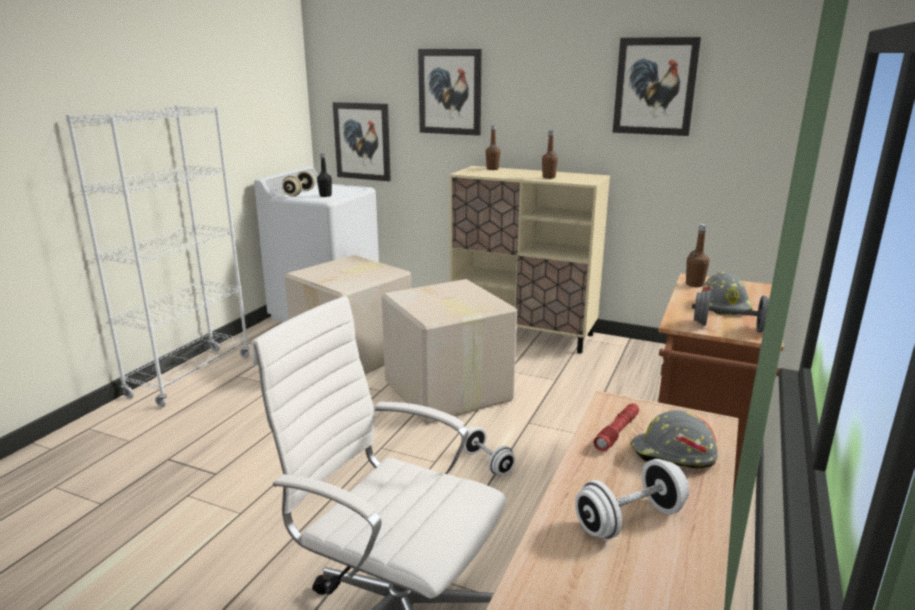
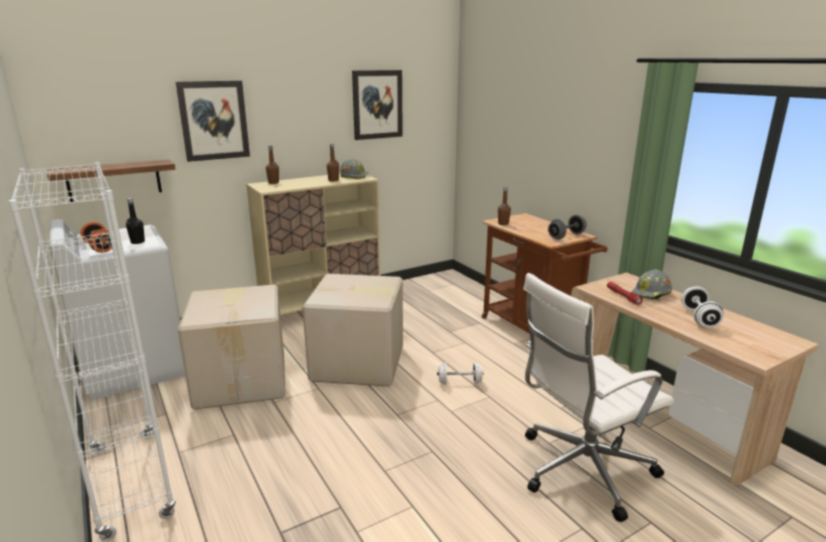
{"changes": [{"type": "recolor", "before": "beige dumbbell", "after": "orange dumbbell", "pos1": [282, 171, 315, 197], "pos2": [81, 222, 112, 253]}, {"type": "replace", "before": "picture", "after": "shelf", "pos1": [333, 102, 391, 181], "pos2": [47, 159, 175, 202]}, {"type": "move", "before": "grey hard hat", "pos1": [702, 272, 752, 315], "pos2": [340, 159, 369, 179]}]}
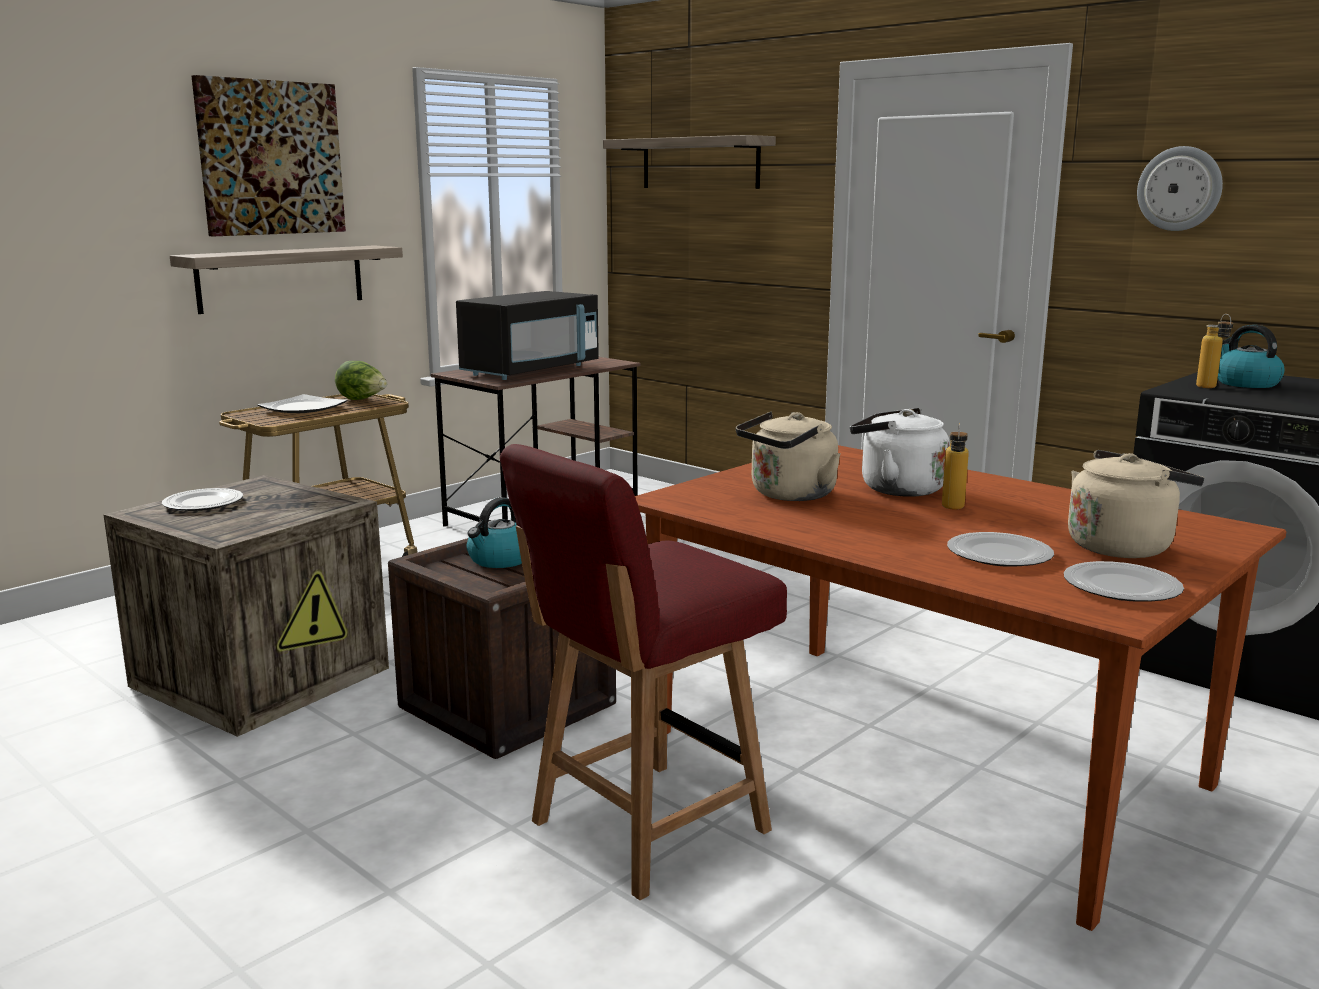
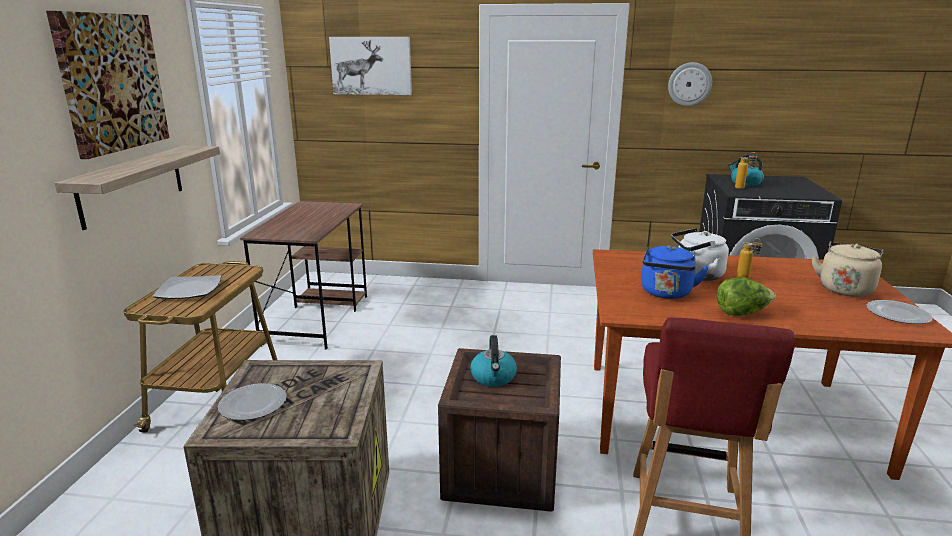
{"changes": [{"type": "move", "before": "lettuce", "pos1": [335, 361, 387, 400], "pos2": [717, 277, 776, 316]}, {"type": "delete", "before": "black microwave", "pos1": [456, 291, 599, 380]}, {"type": "replace", "before": "shelf", "after": "picture", "pos1": [603, 135, 776, 189], "pos2": [329, 37, 412, 95]}, {"type": "recolor", "before": "beige kettle", "after": "blue kettle", "pos1": [736, 412, 841, 501], "pos2": [641, 245, 709, 299]}, {"type": "delete", "before": "plate", "pos1": [947, 532, 1054, 567]}]}
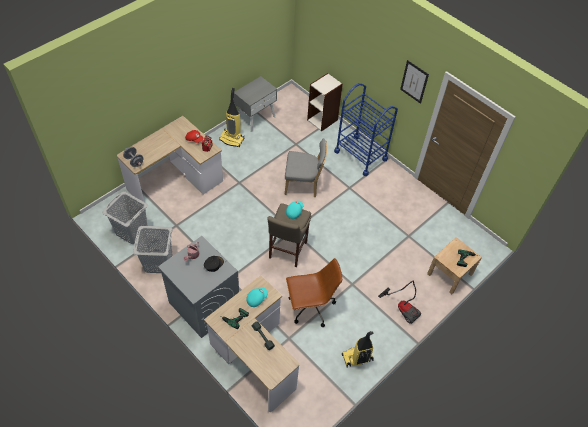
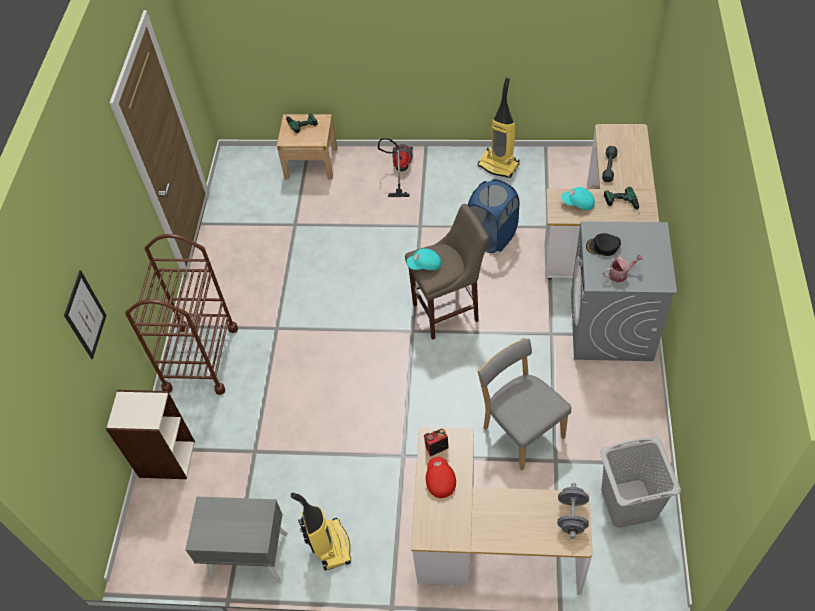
{"changes": [{"type": "delete", "before": "grey laundry basket", "pos1": [133, 226, 173, 273]}, {"type": "move", "before": "grey chair", "pos1": [285, 138, 327, 197], "pos2": [478, 338, 571, 470]}, {"type": "replace", "before": "brown office chair", "after": "blue laundry basket", "pos1": [286, 258, 342, 327], "pos2": [468, 179, 519, 253]}, {"type": "recolor", "before": "blue cart", "after": "brown cart", "pos1": [334, 83, 398, 176], "pos2": [125, 234, 238, 395]}, {"type": "move", "before": "picture", "pos1": [400, 60, 429, 104], "pos2": [64, 270, 107, 359]}]}
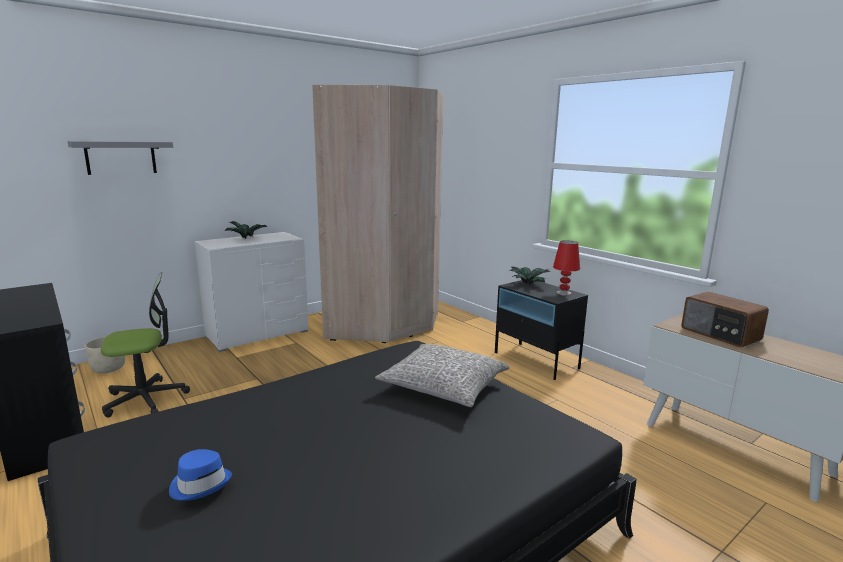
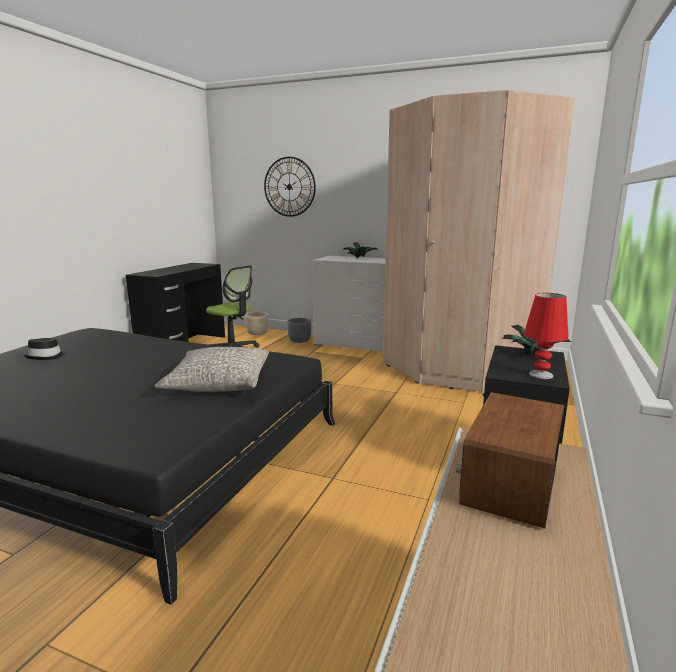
{"changes": [{"type": "replace", "before": "grey shelf", "after": "wall clock", "pos1": [68, 141, 173, 175], "pos2": [264, 157, 316, 217]}, {"type": "recolor", "before": "blue hat", "after": "black hat", "pos1": [169, 449, 232, 501], "pos2": [23, 338, 67, 360]}, {"type": "insert", "after": "grey planter", "pos2": [287, 318, 311, 343]}]}
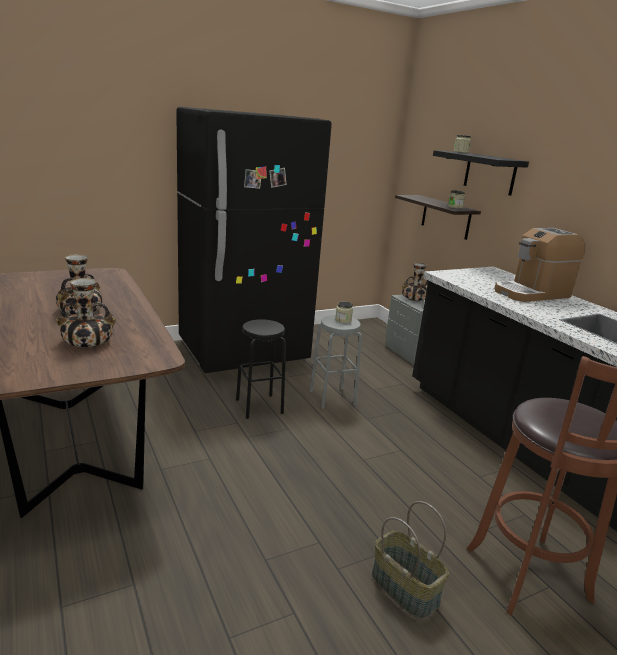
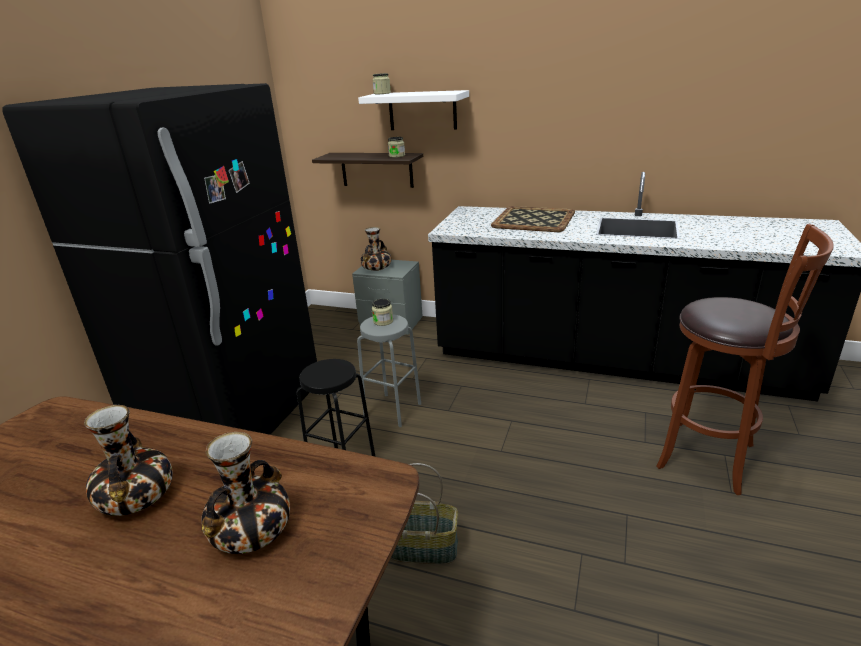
{"changes": [{"type": "move", "before": "basket", "pos1": [372, 501, 449, 619], "pos2": [391, 463, 458, 564]}, {"type": "recolor", "before": "black shelf", "after": "white shelf", "pos1": [433, 150, 529, 196], "pos2": [358, 90, 469, 130]}, {"type": "replace", "before": "coffee machine", "after": "tray", "pos1": [494, 228, 585, 302], "pos2": [491, 206, 575, 232]}]}
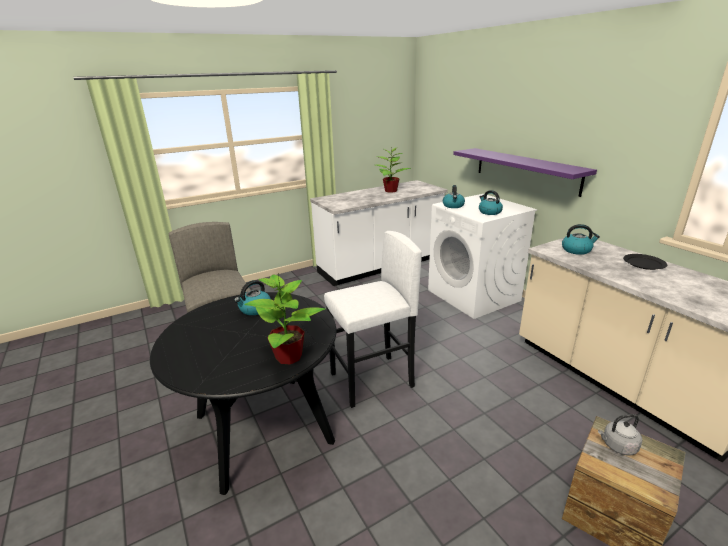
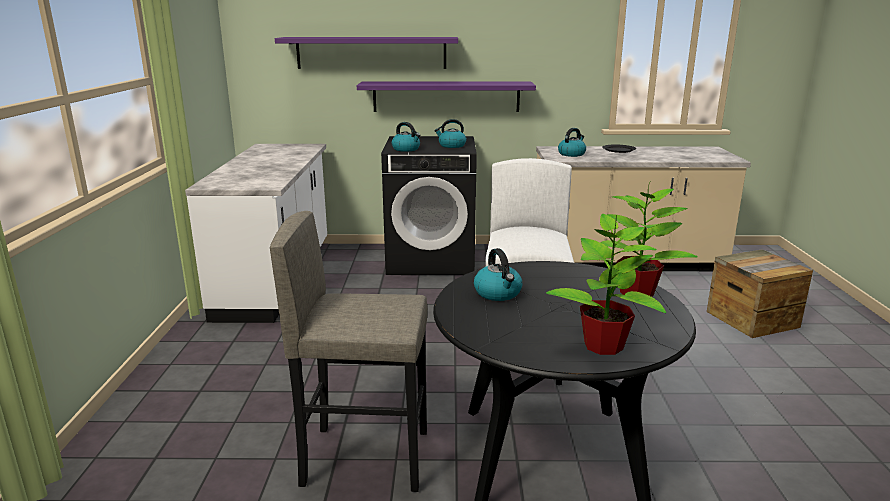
{"changes": [{"type": "move", "before": "potted plant", "pos1": [376, 147, 411, 193], "pos2": [546, 214, 666, 355]}, {"type": "recolor", "before": "white washing machine", "after": "black washing machine", "pos1": [428, 194, 537, 319], "pos2": [381, 136, 477, 275]}, {"type": "delete", "before": "grey kettle", "pos1": [598, 414, 642, 455]}, {"type": "insert", "after": "purple shelf", "pos2": [275, 37, 458, 69]}]}
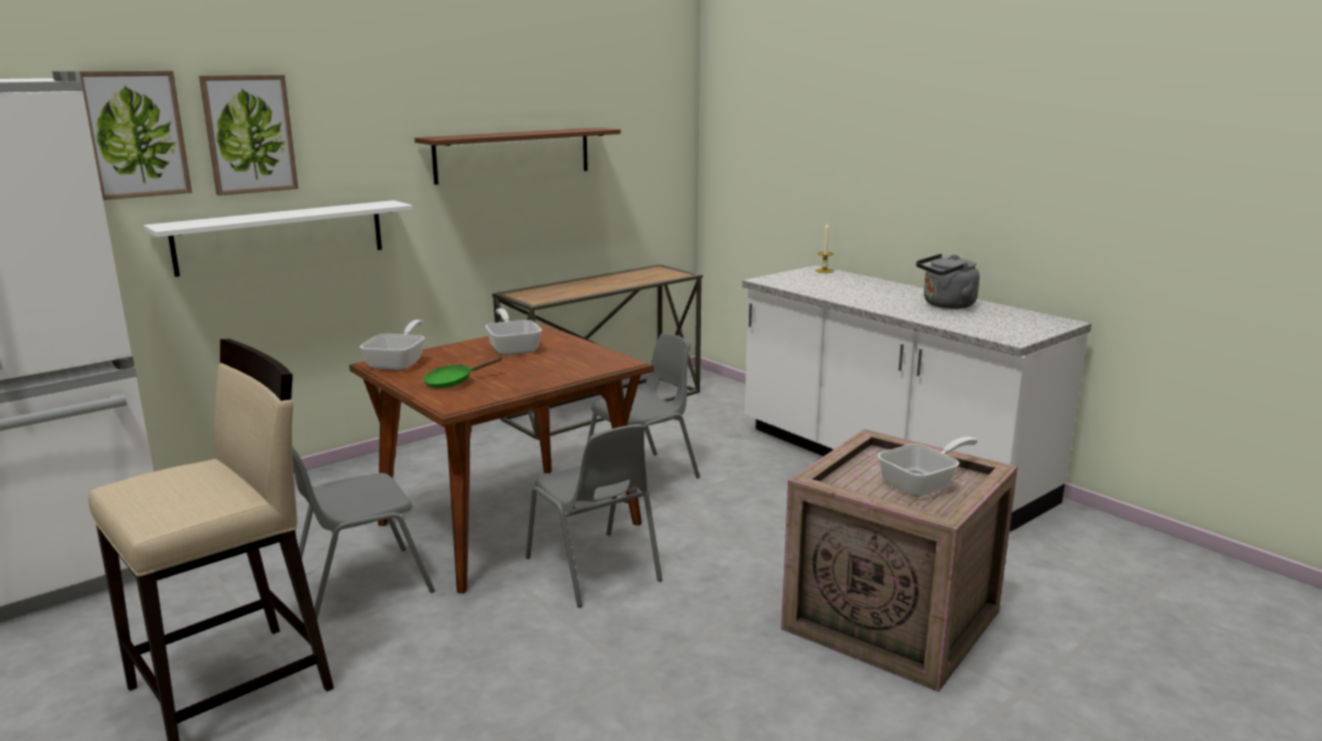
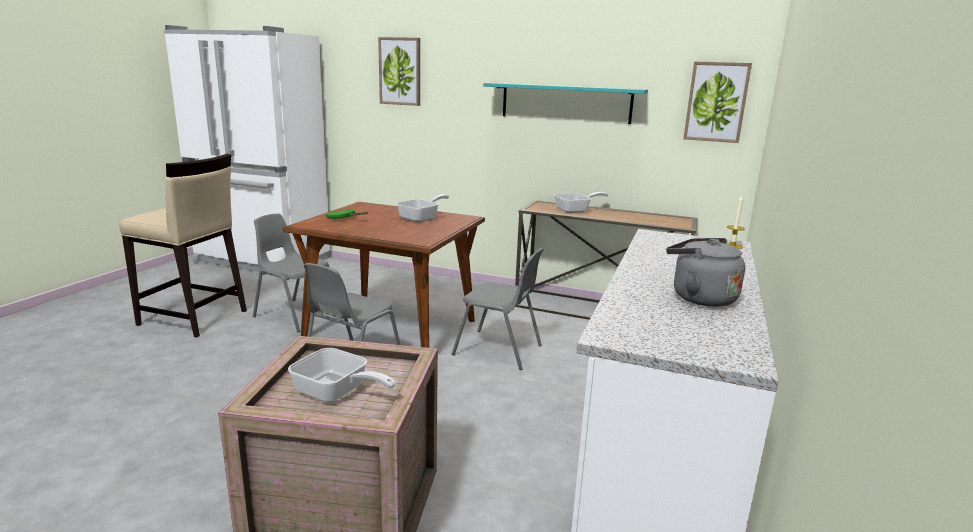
{"changes": [{"type": "move", "before": "picture", "pos1": [77, 71, 192, 200], "pos2": [683, 62, 752, 143]}, {"type": "delete", "before": "white shelf", "pos1": [143, 200, 413, 277]}, {"type": "move", "before": "frying pan", "pos1": [360, 320, 425, 370], "pos2": [554, 192, 609, 213]}, {"type": "recolor", "before": "brown shelf", "after": "turquoise shelf", "pos1": [415, 127, 621, 185], "pos2": [483, 83, 648, 124]}]}
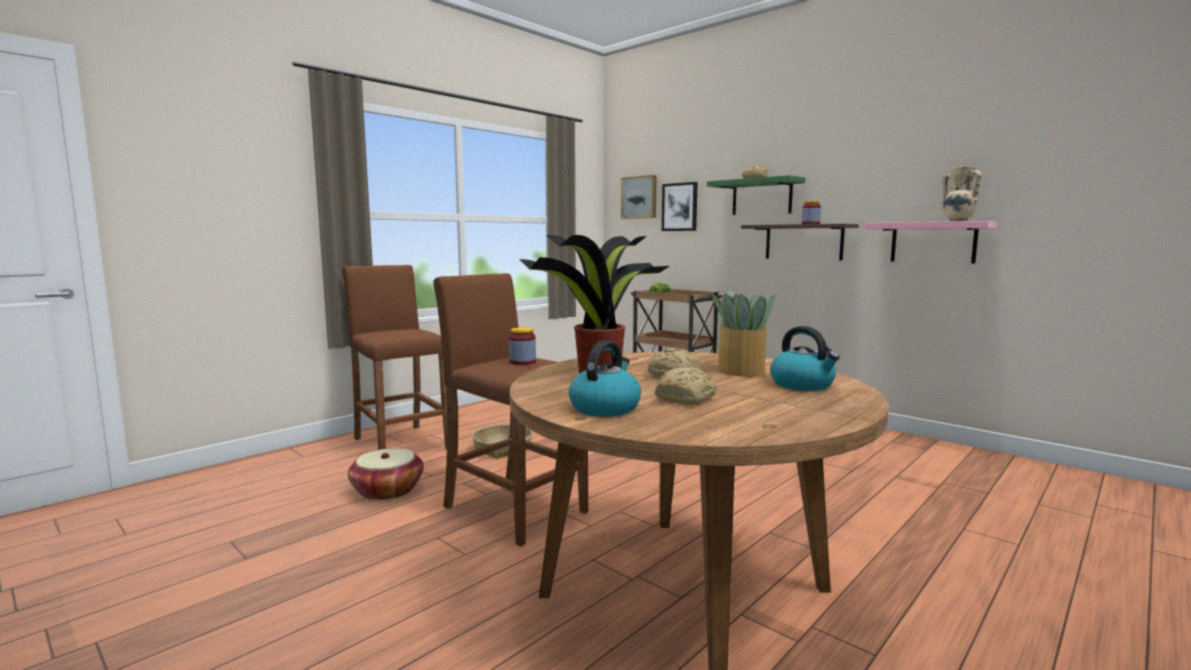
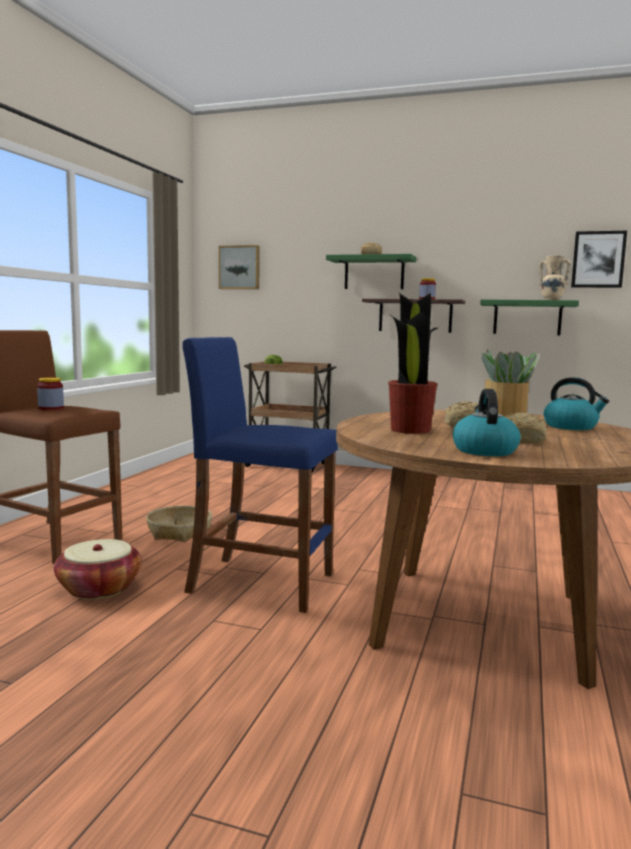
{"changes": [{"type": "recolor", "before": "brown stool", "after": "blue stool", "pos1": [433, 273, 588, 547], "pos2": [182, 337, 338, 613]}, {"type": "move", "before": "jar", "pos1": [509, 327, 536, 365], "pos2": [37, 377, 64, 410]}, {"type": "move", "before": "picture", "pos1": [662, 182, 698, 231], "pos2": [571, 231, 627, 288]}, {"type": "recolor", "before": "pink shelf", "after": "green shelf", "pos1": [865, 221, 997, 264], "pos2": [480, 299, 579, 335]}]}
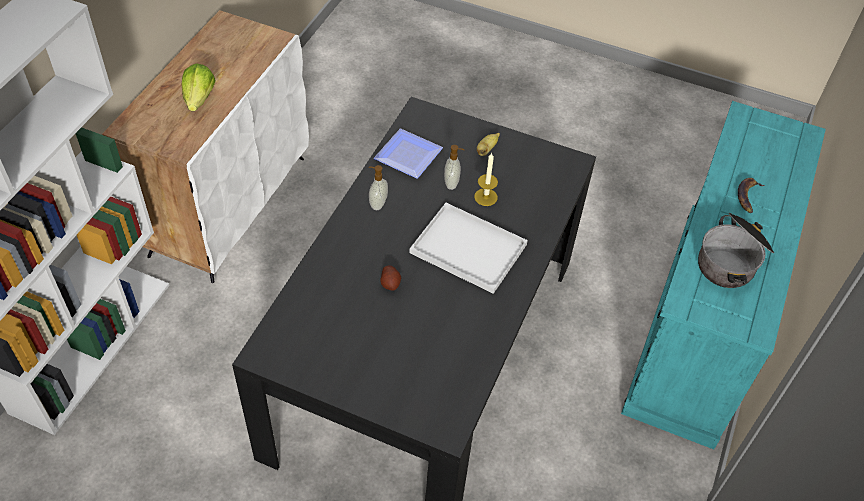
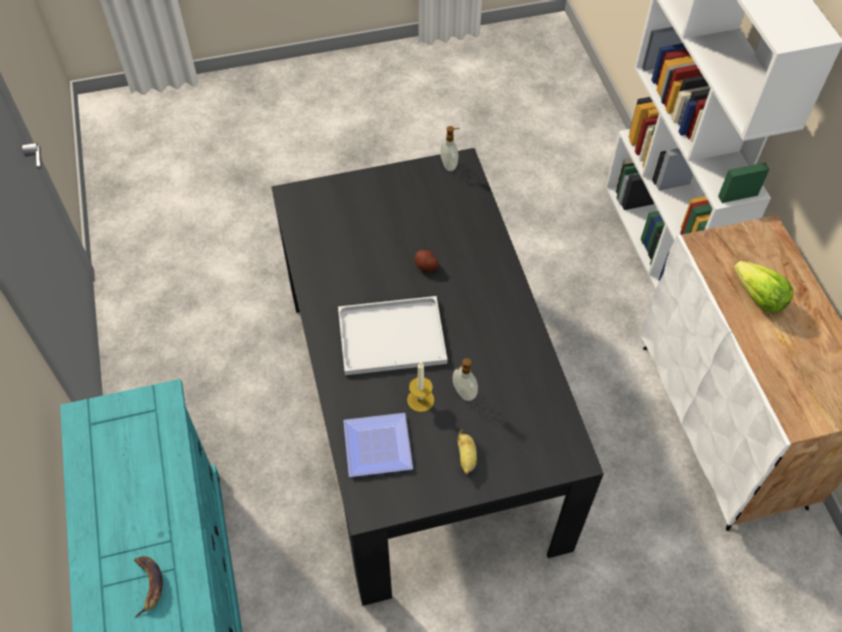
{"changes": [{"type": "move", "before": "soap dispenser", "pos1": [369, 165, 388, 210], "pos2": [440, 126, 460, 171]}, {"type": "move", "before": "plate", "pos1": [374, 129, 443, 179], "pos2": [343, 413, 413, 477]}, {"type": "delete", "before": "cooking pot", "pos1": [698, 213, 774, 288]}]}
